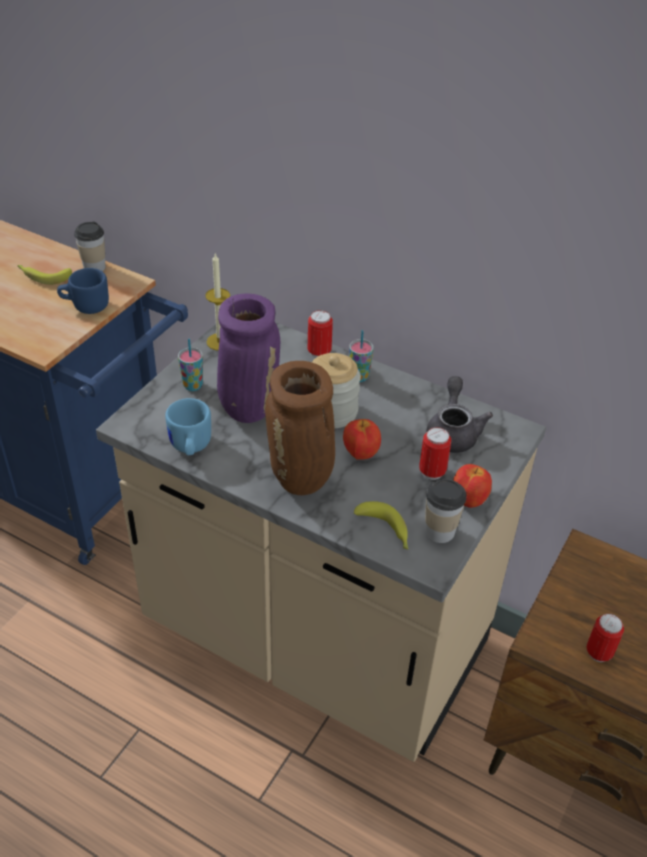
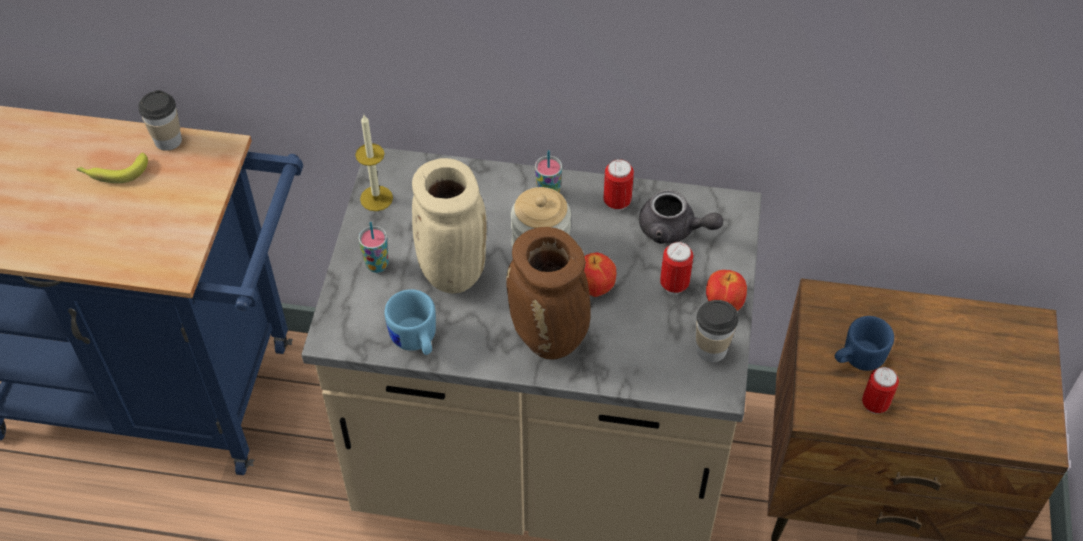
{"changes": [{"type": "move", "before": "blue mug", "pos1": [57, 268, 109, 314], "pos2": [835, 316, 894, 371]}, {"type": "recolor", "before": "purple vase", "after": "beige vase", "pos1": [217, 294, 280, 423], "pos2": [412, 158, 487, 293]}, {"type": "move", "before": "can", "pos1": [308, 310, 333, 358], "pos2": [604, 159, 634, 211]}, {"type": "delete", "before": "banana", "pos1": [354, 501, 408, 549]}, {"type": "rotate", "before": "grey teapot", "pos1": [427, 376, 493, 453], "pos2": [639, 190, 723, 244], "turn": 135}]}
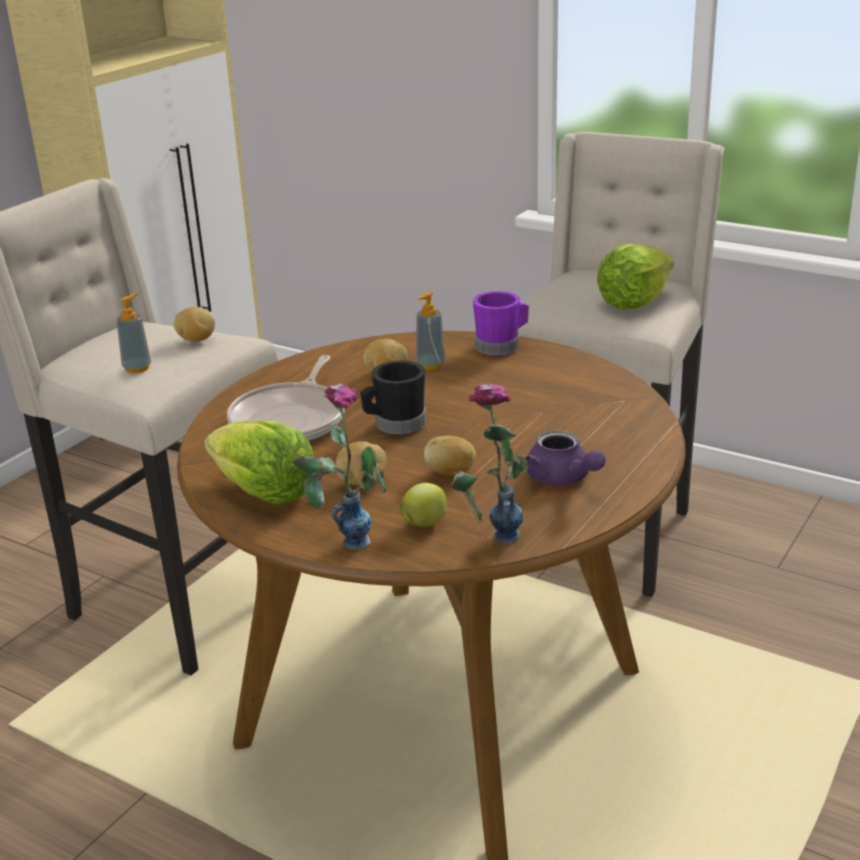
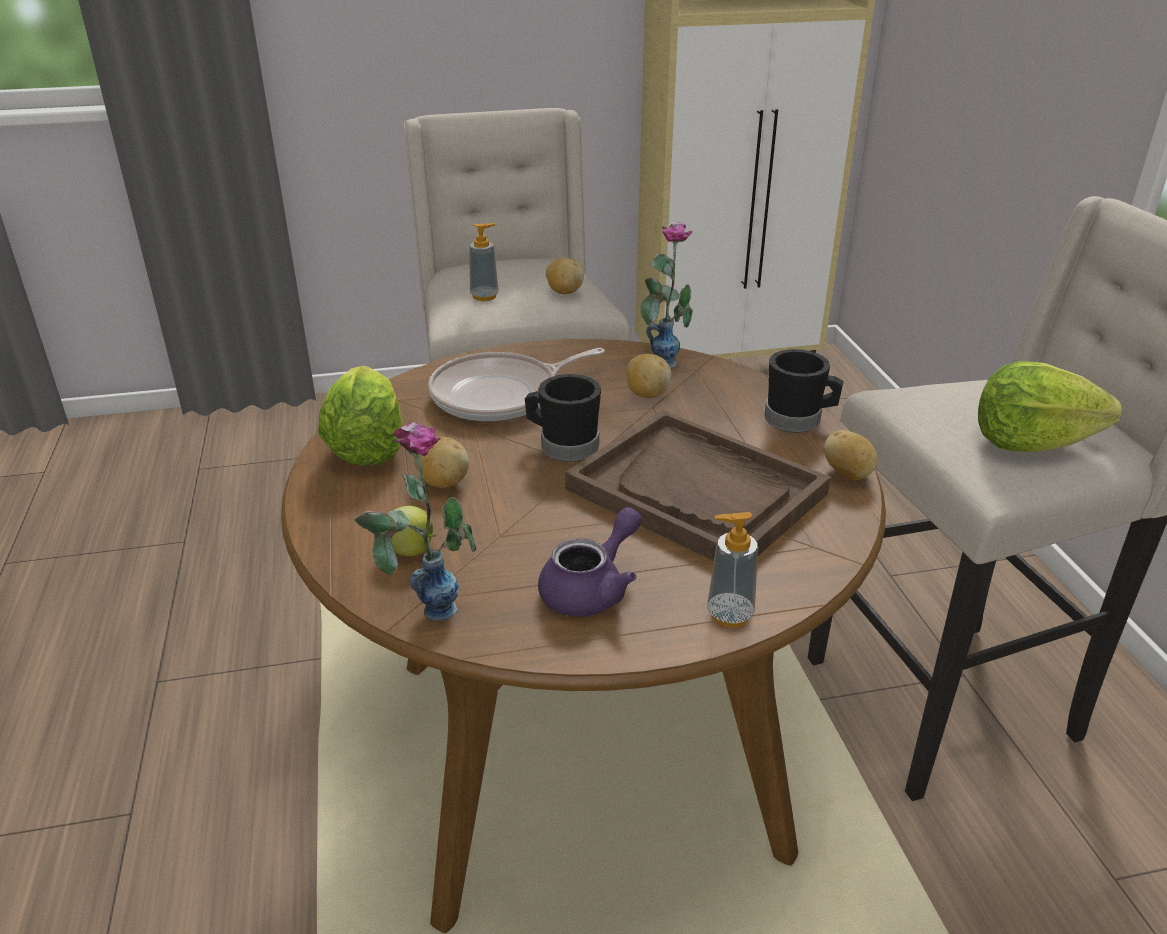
{"changes": [{"type": "move", "before": "vase", "pos1": [292, 383, 386, 549], "pos2": [640, 221, 693, 369]}, {"type": "move", "before": "soap dispenser", "pos1": [416, 291, 445, 370], "pos2": [707, 512, 758, 627]}, {"type": "move", "before": "potato", "pos1": [424, 436, 476, 476], "pos2": [824, 430, 878, 480]}, {"type": "recolor", "before": "purple mug", "after": "black mug", "pos1": [473, 291, 529, 356], "pos2": [765, 349, 844, 432]}, {"type": "rotate", "before": "purple teapot", "pos1": [525, 430, 606, 486], "pos2": [538, 507, 642, 617], "turn": -150}, {"type": "insert", "after": "brown tray", "pos2": [565, 410, 831, 561]}]}
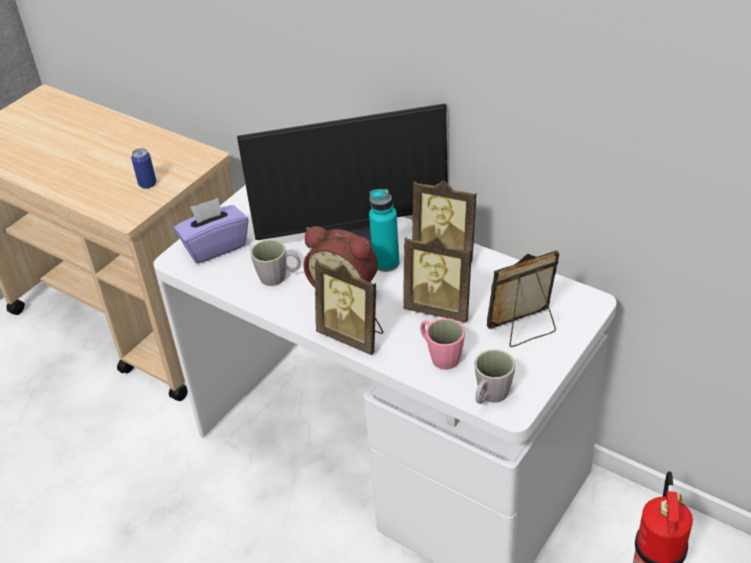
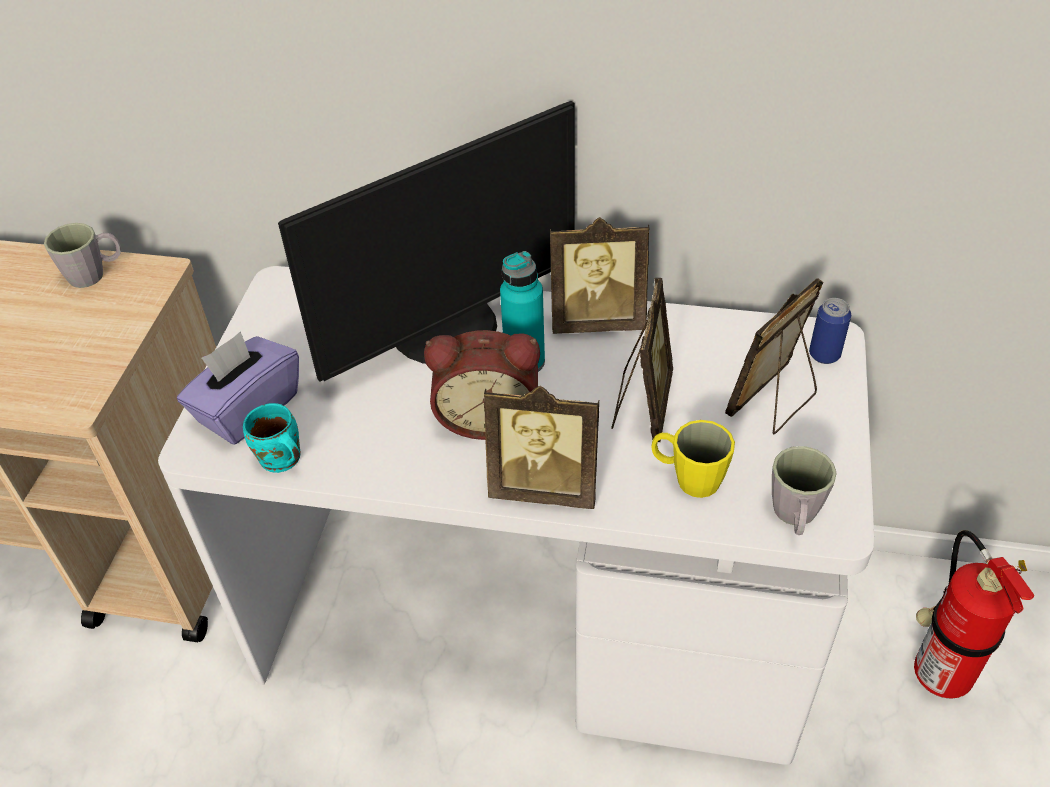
{"changes": [{"type": "move", "before": "can", "pos1": [131, 148, 156, 189], "pos2": [809, 298, 851, 364]}, {"type": "move", "before": "grey mug", "pos1": [251, 239, 301, 286], "pos2": [44, 223, 121, 288]}, {"type": "rotate", "before": "picture frame", "pos1": [403, 237, 472, 323], "pos2": [611, 278, 673, 442], "turn": -75}, {"type": "recolor", "before": "pink mug", "after": "yellow mug", "pos1": [420, 318, 465, 370], "pos2": [651, 420, 735, 498]}, {"type": "insert", "after": "turquoise mug", "pos2": [243, 403, 301, 473]}]}
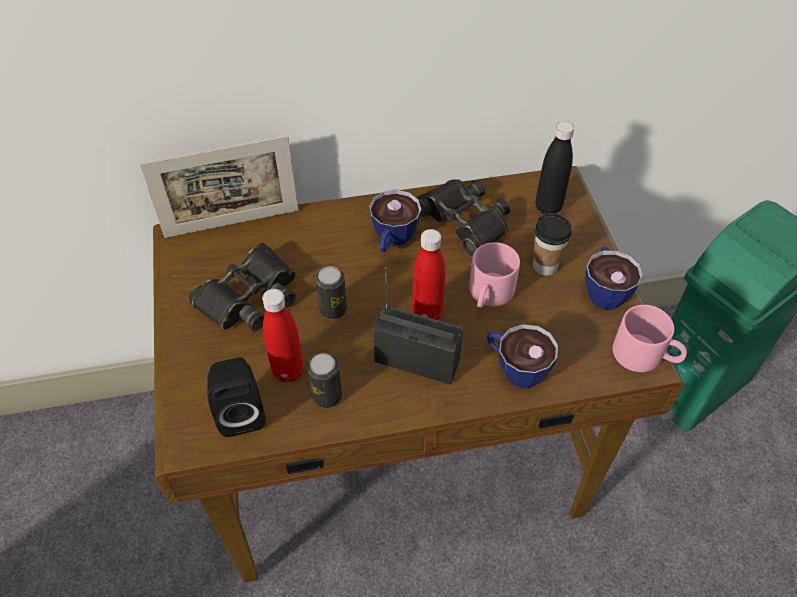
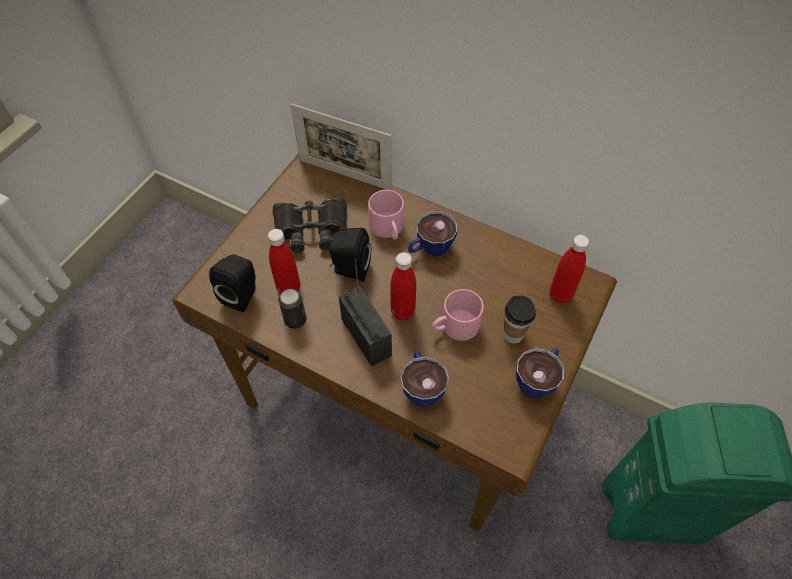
{"changes": [{"type": "replace", "before": "can", "after": "black speaker", "pos1": [315, 266, 347, 320], "pos2": [329, 228, 371, 282]}, {"type": "delete", "before": "black binoculars", "pos1": [417, 179, 510, 257]}, {"type": "recolor", "before": "black bottle", "after": "red bottle", "pos1": [536, 121, 574, 214], "pos2": [550, 235, 589, 303]}, {"type": "move", "before": "pink mug", "pos1": [613, 305, 687, 372], "pos2": [368, 190, 404, 240]}]}
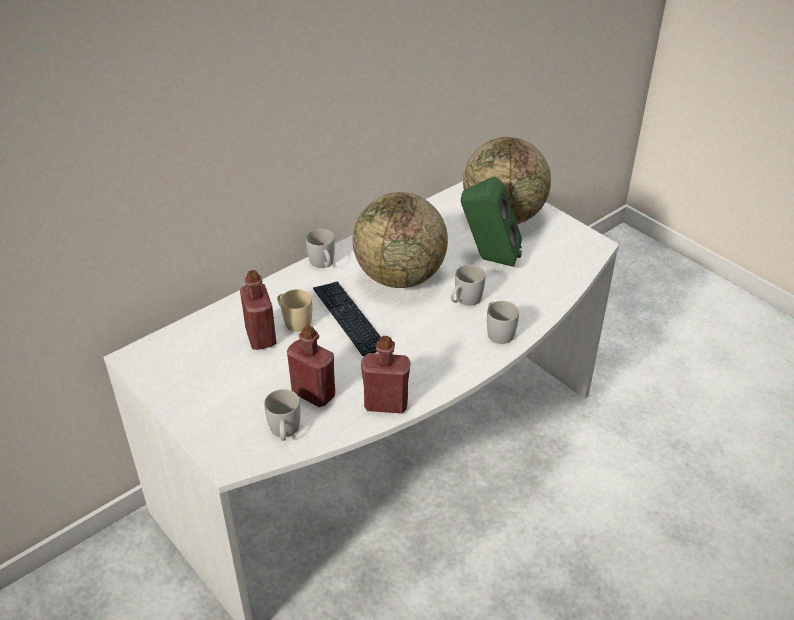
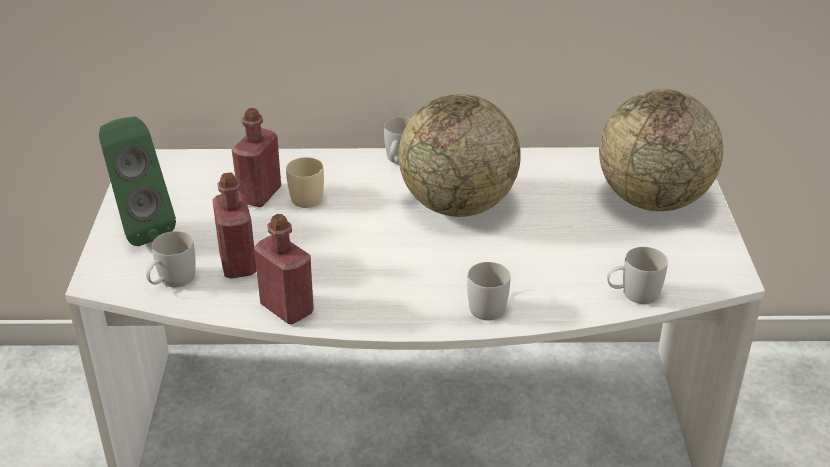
{"changes": [{"type": "delete", "before": "keyboard", "pos1": [313, 281, 381, 356]}, {"type": "move", "before": "white mug", "pos1": [451, 265, 486, 306], "pos2": [607, 247, 668, 304]}, {"type": "move", "before": "green speaker", "pos1": [461, 176, 522, 267], "pos2": [99, 116, 176, 246]}]}
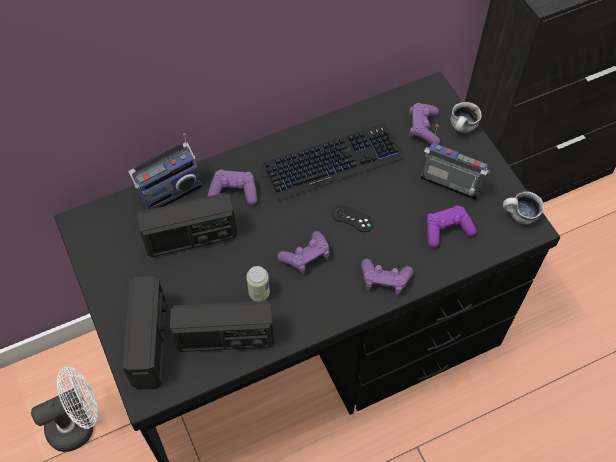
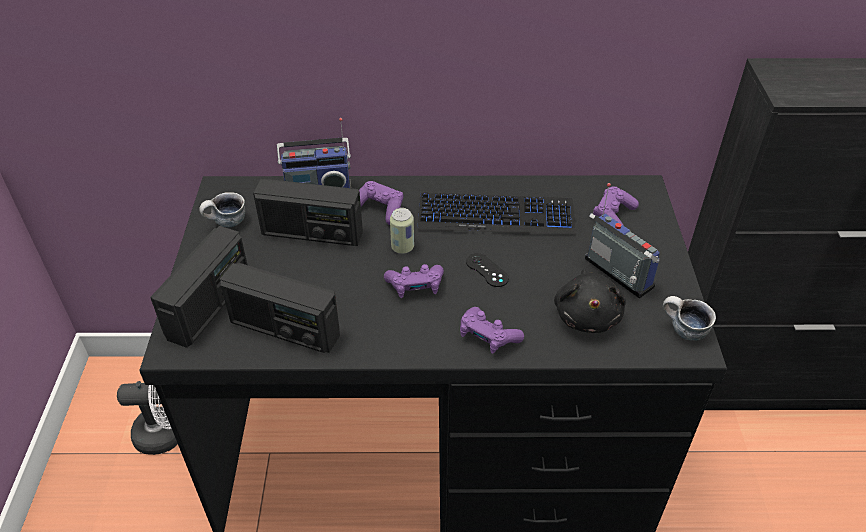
{"changes": [{"type": "move", "before": "can", "pos1": [246, 266, 270, 301], "pos2": [390, 208, 414, 254]}, {"type": "replace", "before": "purple game controller", "after": "black plush toy", "pos1": [427, 205, 476, 248], "pos2": [554, 269, 626, 333]}, {"type": "move", "before": "mug", "pos1": [450, 102, 481, 133], "pos2": [199, 192, 245, 227]}]}
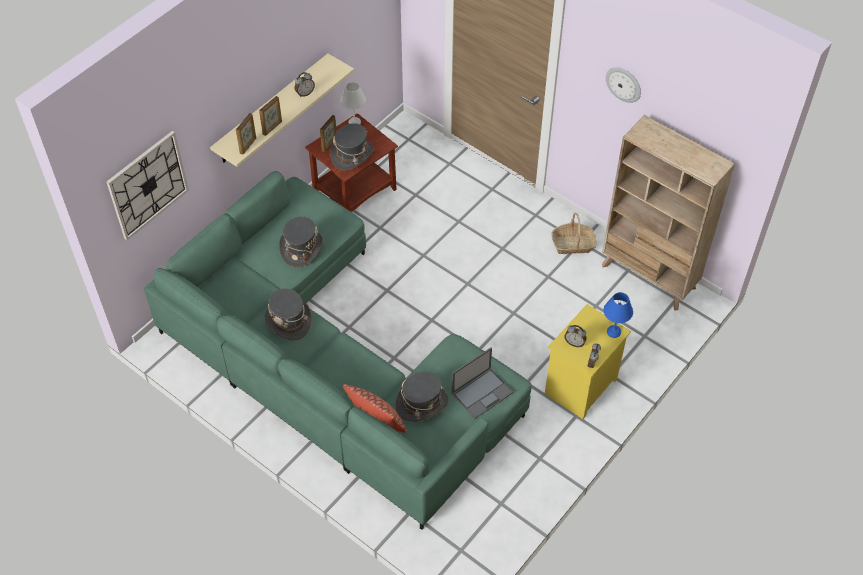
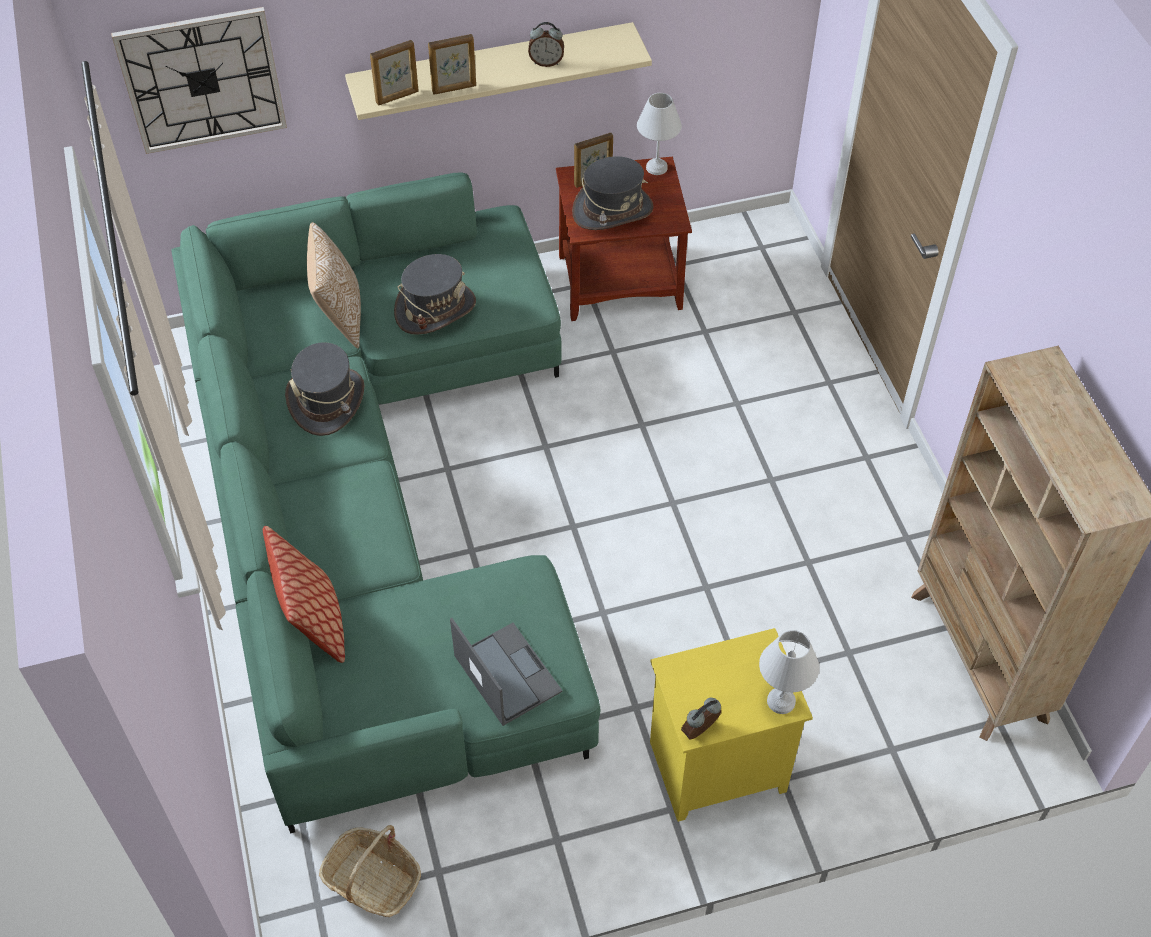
{"changes": [{"type": "delete", "before": "grey hat", "pos1": [396, 372, 448, 422]}, {"type": "rotate", "before": "laptop", "pos1": [451, 347, 513, 419], "pos2": [450, 618, 563, 726], "turn": -120}, {"type": "move", "before": "basket", "pos1": [551, 213, 597, 254], "pos2": [319, 825, 421, 917]}, {"type": "delete", "before": "alarm clock", "pos1": [564, 325, 586, 347]}, {"type": "recolor", "before": "blue table lamp", "after": "white table lamp", "pos1": [604, 292, 633, 338], "pos2": [759, 630, 819, 714]}, {"type": "delete", "before": "wall clock", "pos1": [606, 67, 641, 103]}, {"type": "insert", "after": "pillow", "pos2": [307, 222, 361, 348]}]}
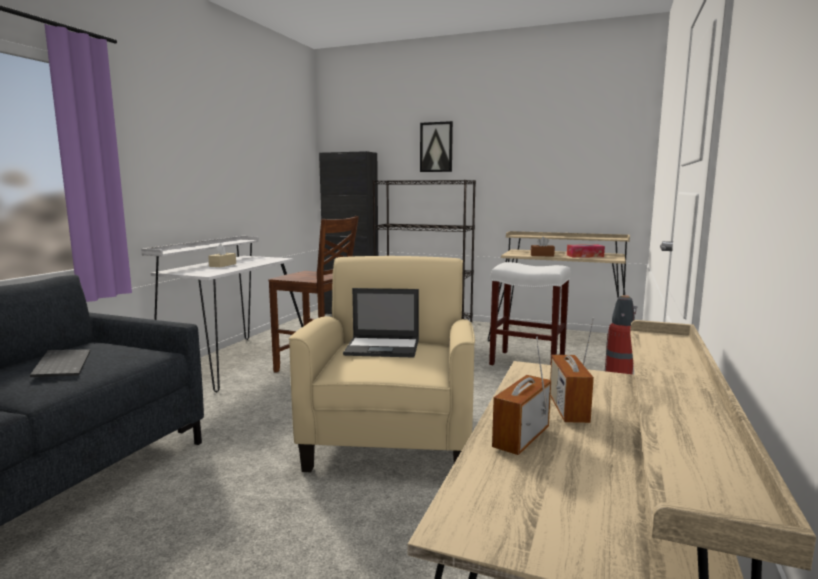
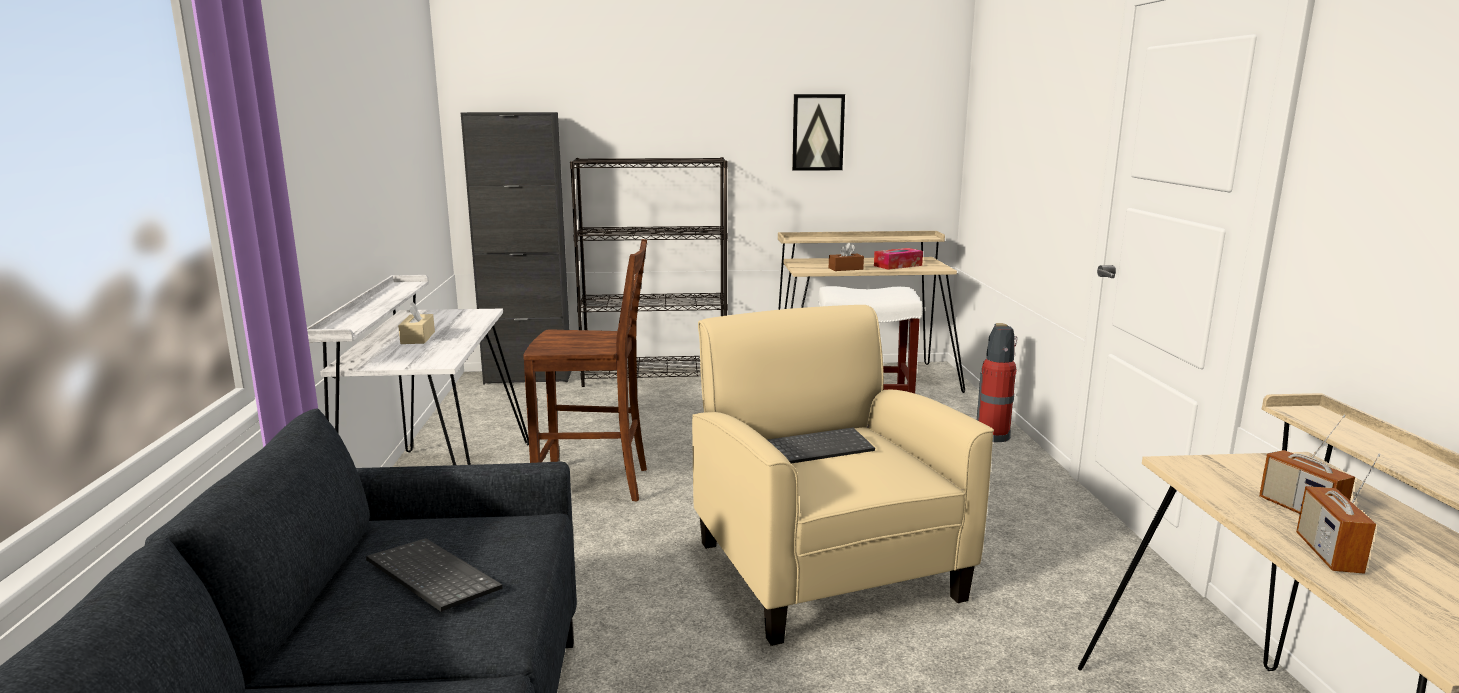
{"changes": [{"type": "replace", "before": "laptop", "after": "keyboard", "pos1": [343, 288, 419, 357], "pos2": [768, 428, 875, 464]}, {"type": "move", "before": "picture", "pos1": [420, 121, 453, 172], "pos2": [792, 94, 845, 171]}]}
